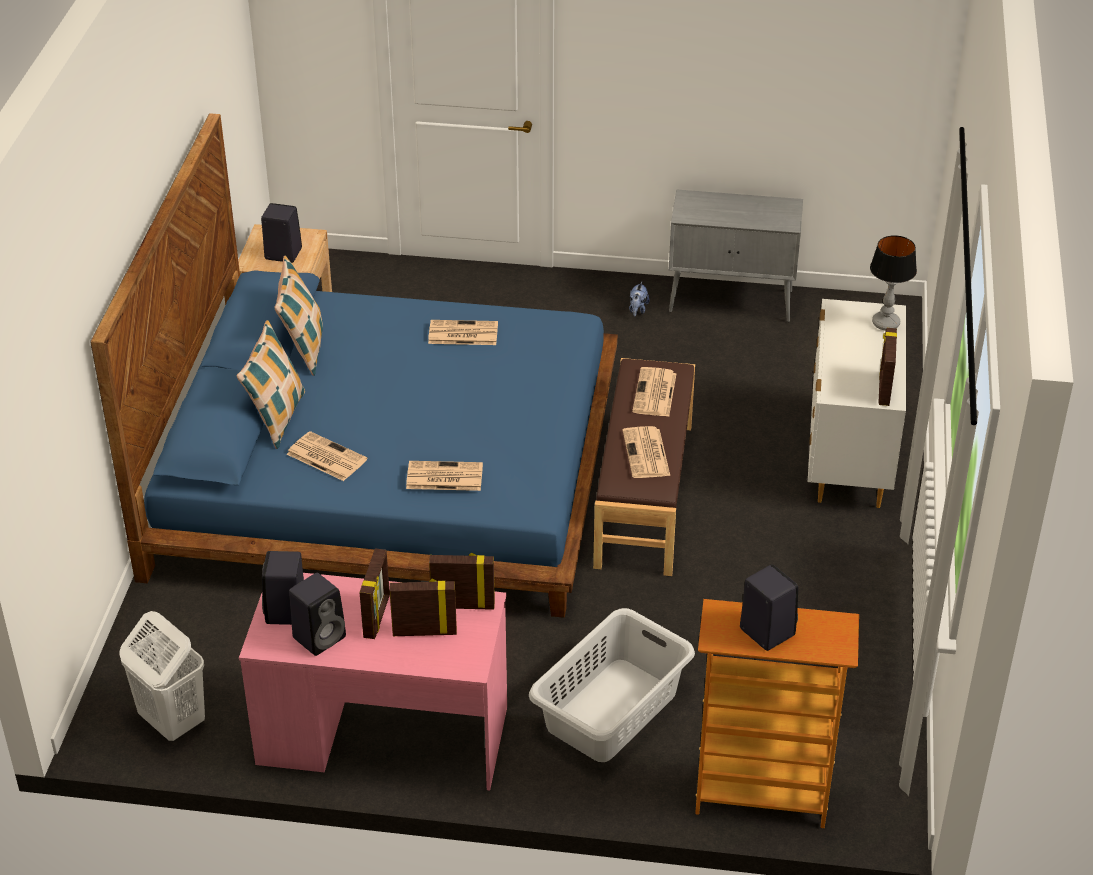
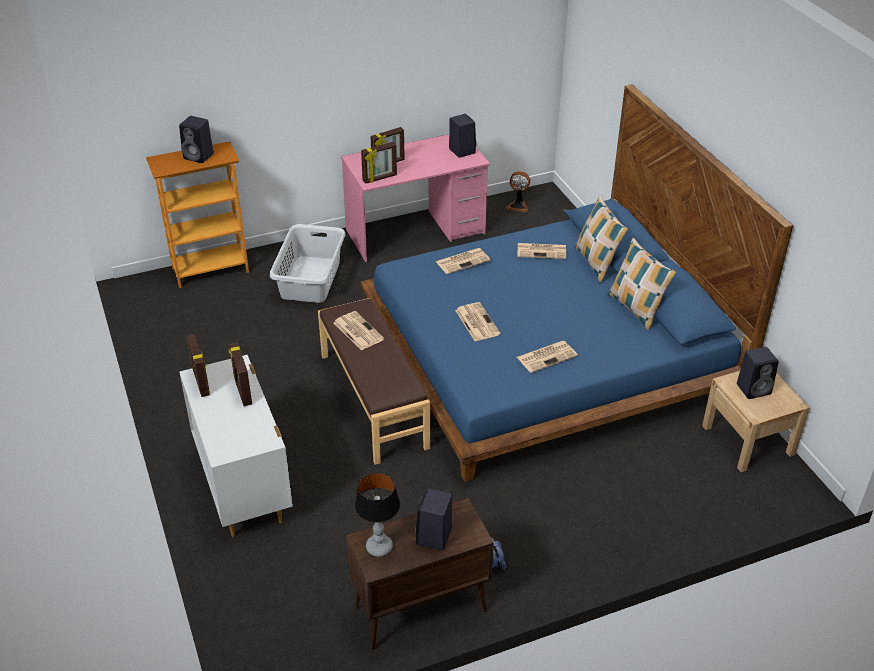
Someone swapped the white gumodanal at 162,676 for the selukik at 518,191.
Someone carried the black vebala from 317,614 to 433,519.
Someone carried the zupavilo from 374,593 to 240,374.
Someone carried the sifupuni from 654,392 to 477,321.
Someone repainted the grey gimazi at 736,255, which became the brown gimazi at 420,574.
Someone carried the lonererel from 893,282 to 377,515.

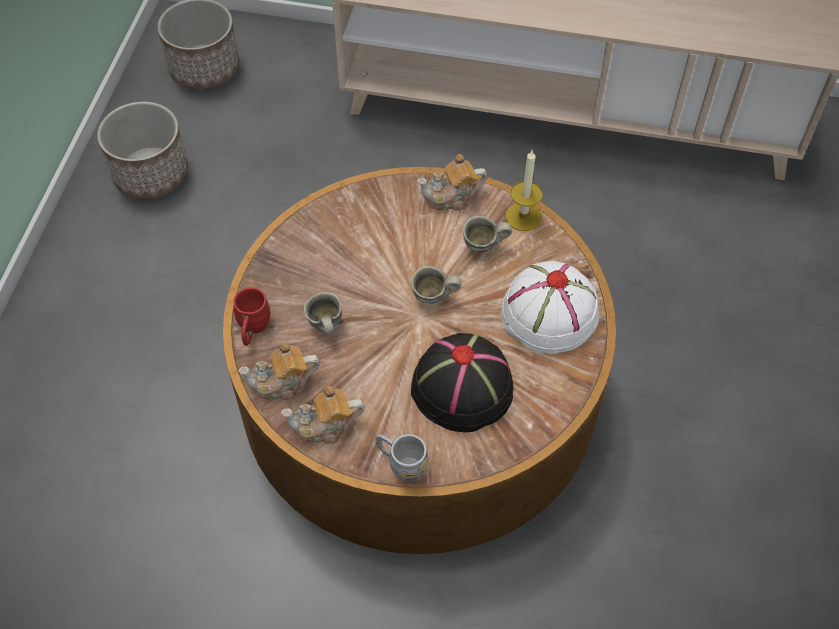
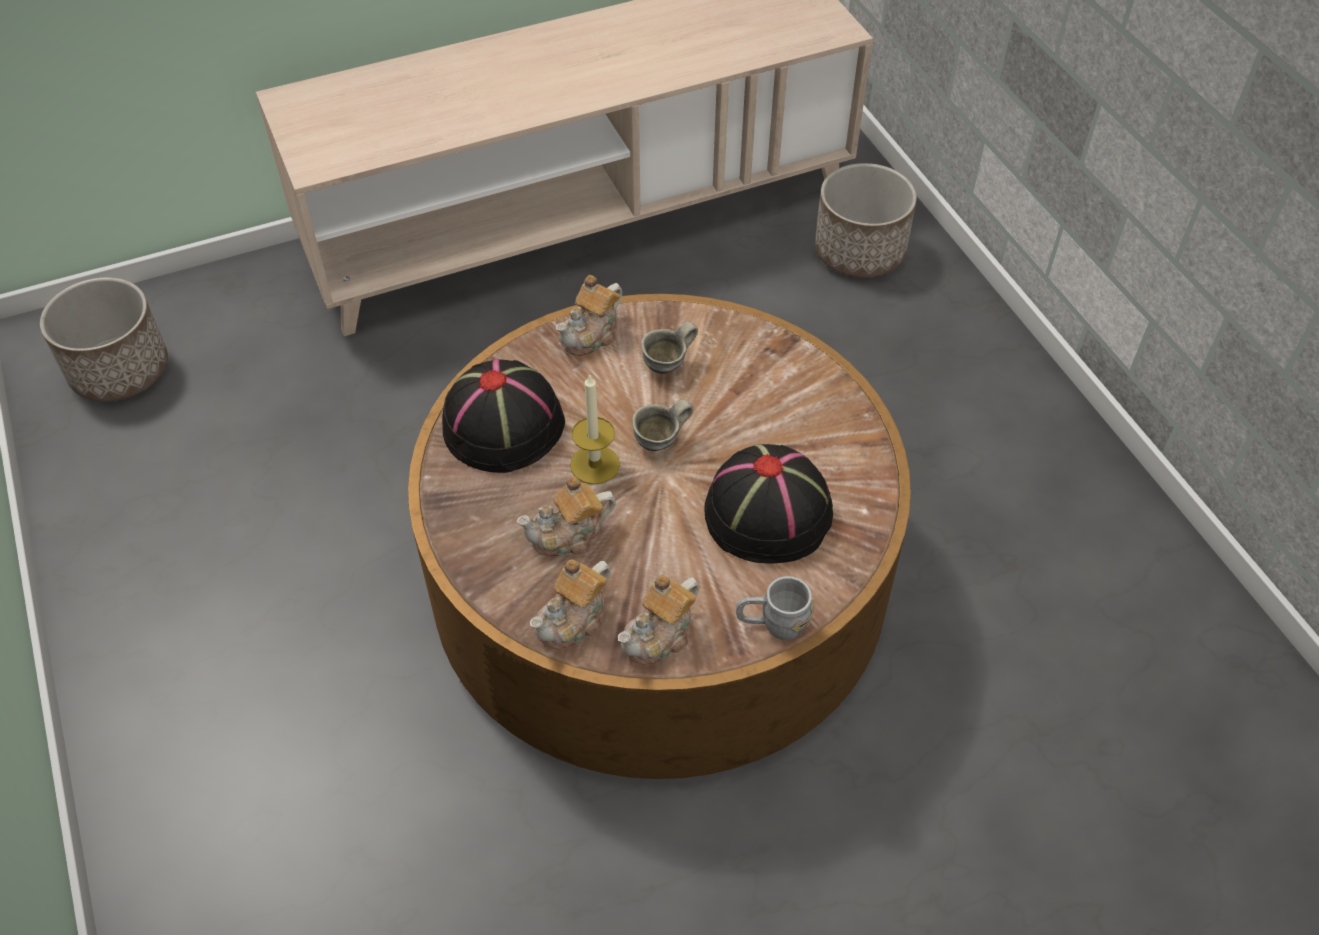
Someone carried the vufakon from 142,150 to 866,220.
Someone took away the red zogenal at 252,316.
Someone swapped the grey zogenal at 323,313 for the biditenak at 566,516.
Someone took away the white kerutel at 550,307.
Someone carried the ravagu from 524,190 to 595,429.
Someone put down the black kerutel at 503,416.

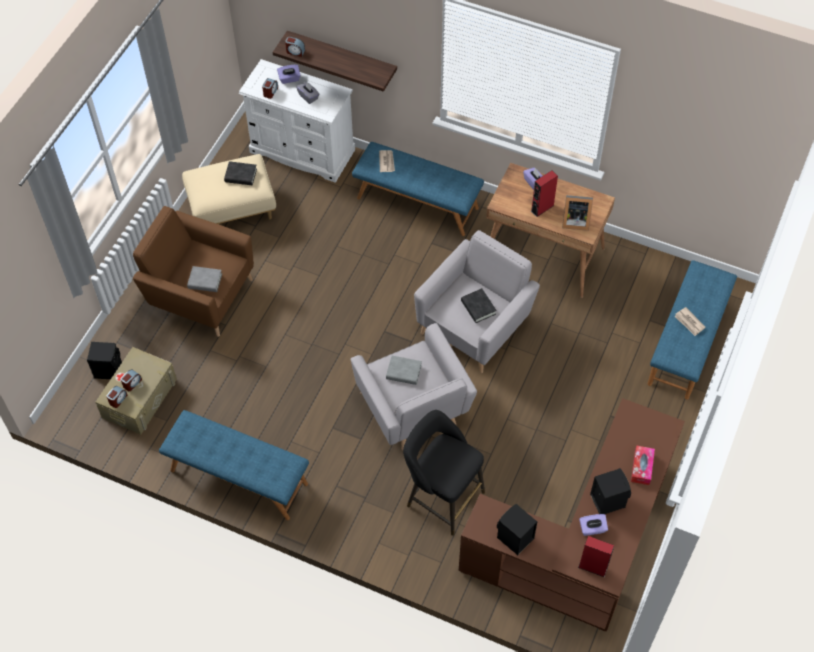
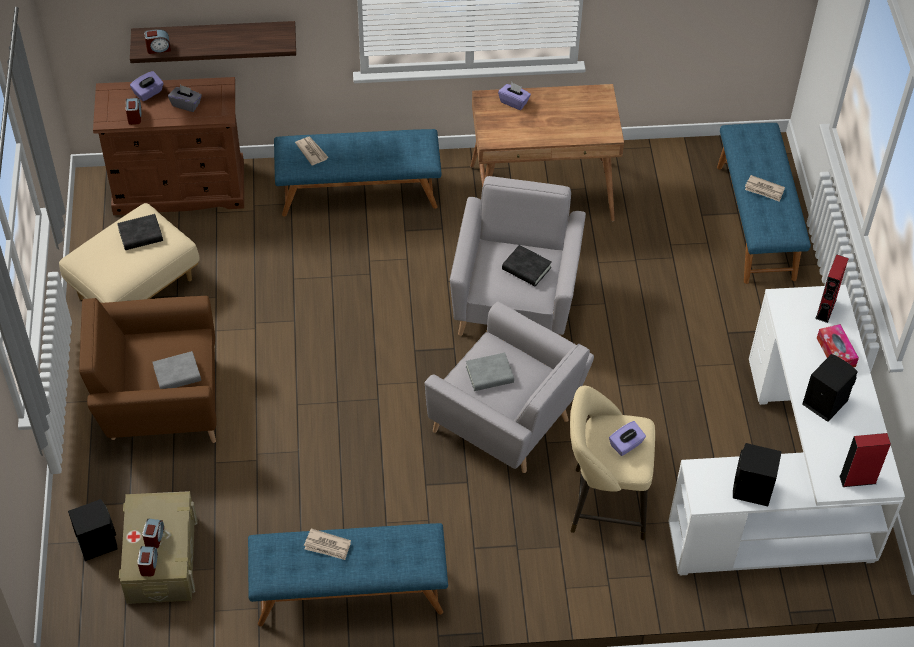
Someone repainted the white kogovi at 297,121, which became the brown kogovi at 168,146.
Someone repainted the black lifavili at 444,473, which became the beige lifavili at 612,463.
Someone repainted the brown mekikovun at 571,515, which became the white mekikovun at 787,430.
Someone carried the red vebala from 544,193 to 832,288.
Someone took away the zupavilo at 577,213.
Someone carried the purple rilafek from 593,525 to 627,438.
Someone put down the sifupuni at 327,544.

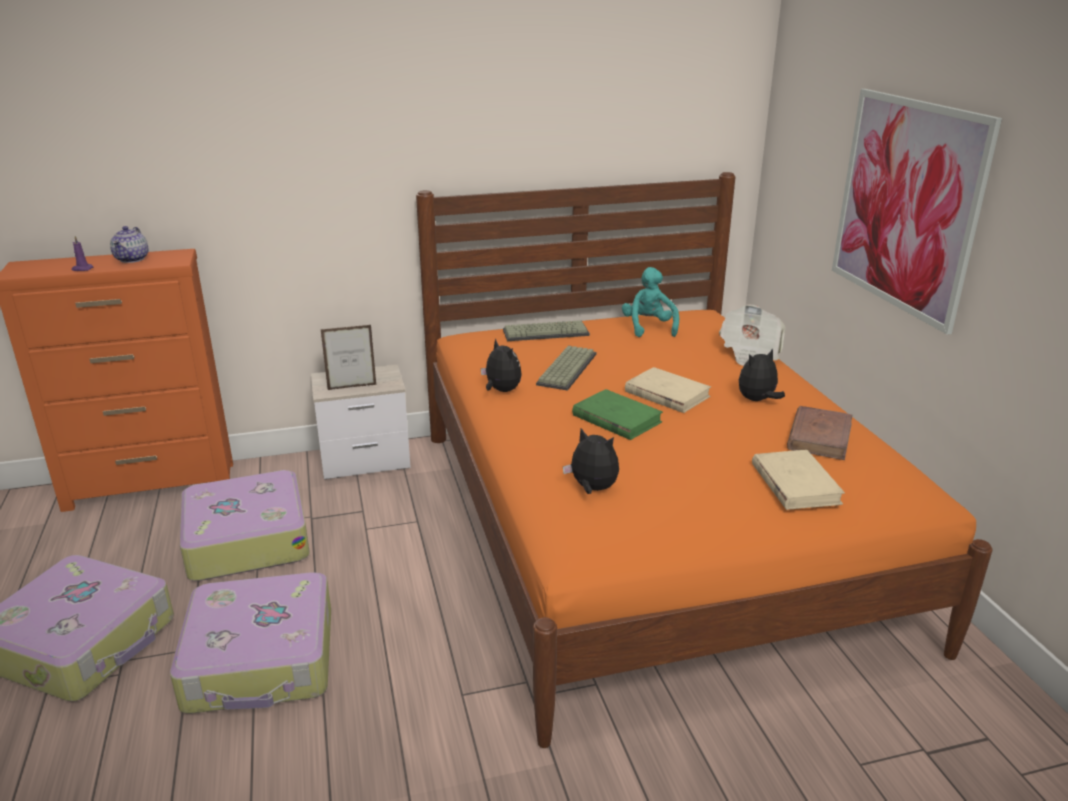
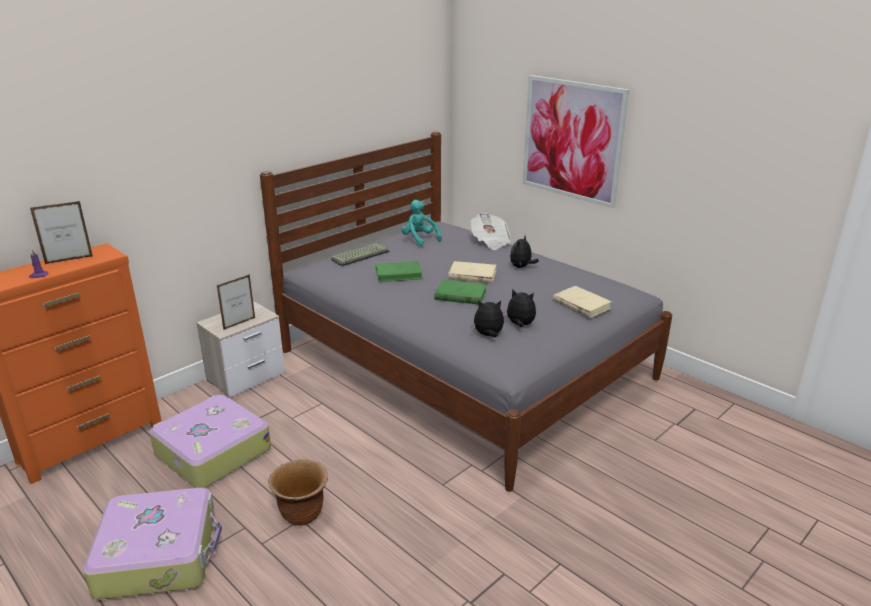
Someone swapped the biditenak at 129,244 for the zupavilo at 61,232.
Someone swapped the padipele at 250,643 for the brown vufakon at 298,493.
Someone repainted the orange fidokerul at 704,460, which became the grey fidokerul at 466,311.
Someone carried the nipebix from 501,365 to 519,308.
Someone swapped the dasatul at 566,368 for the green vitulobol at 399,271.
Someone took away the brown vitulobol at 819,433.

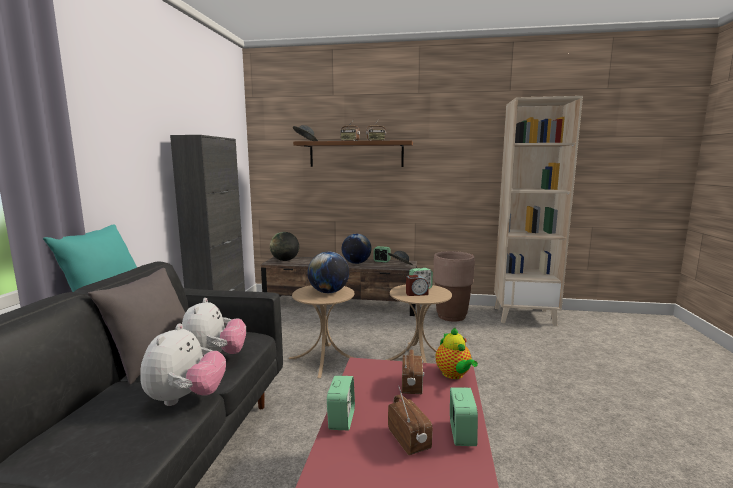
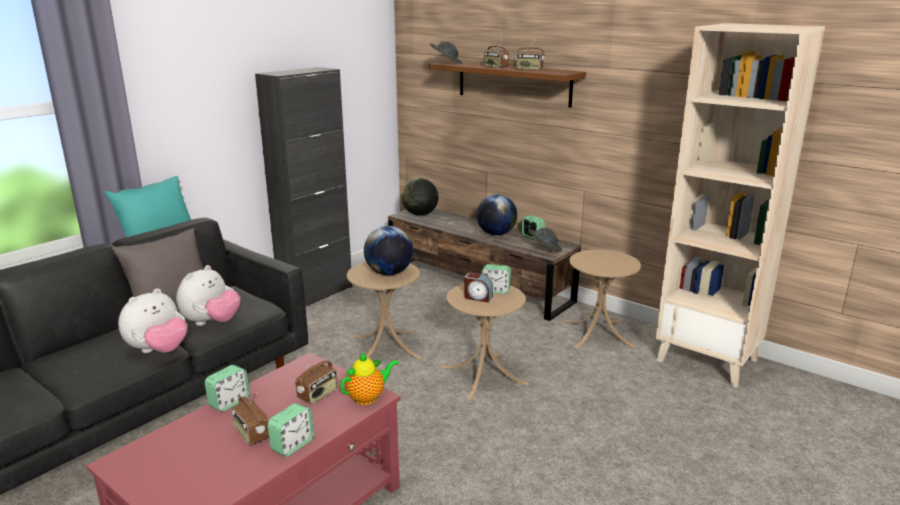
Someone rotated the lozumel at 410,421 by 135 degrees clockwise.
Someone swapped the brown vufakon at 454,286 for the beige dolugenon at 602,299.
Someone rotated the biditenak at 457,353 by 135 degrees counterclockwise.

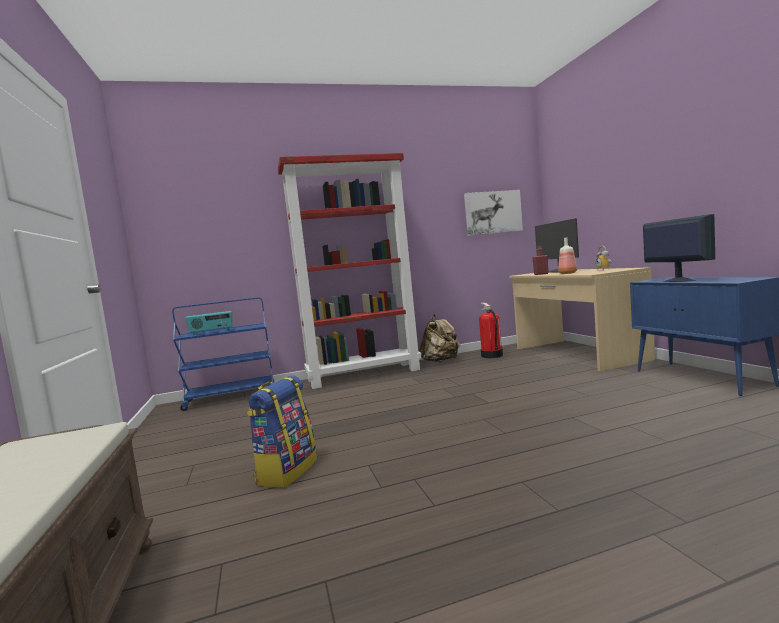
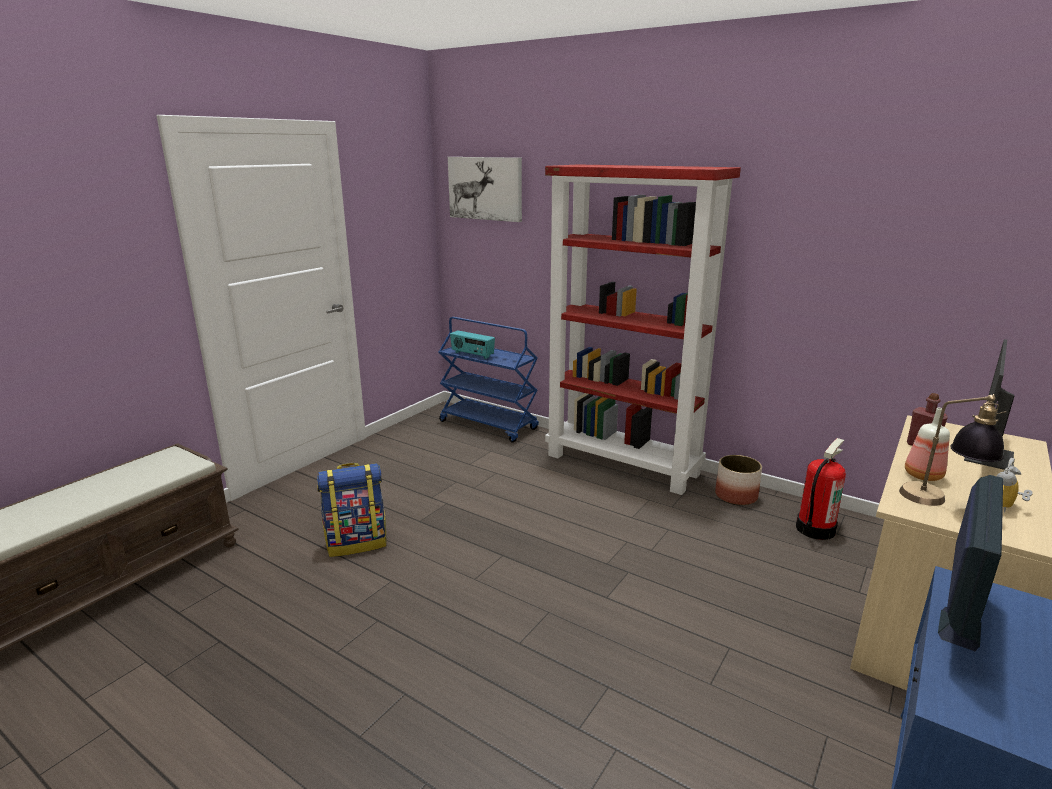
Someone swapped the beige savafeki at 440,338 for the vufakon at 738,480.
Someone carried the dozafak from 493,213 to 485,189.
Someone put down the lonererel at 953,450.

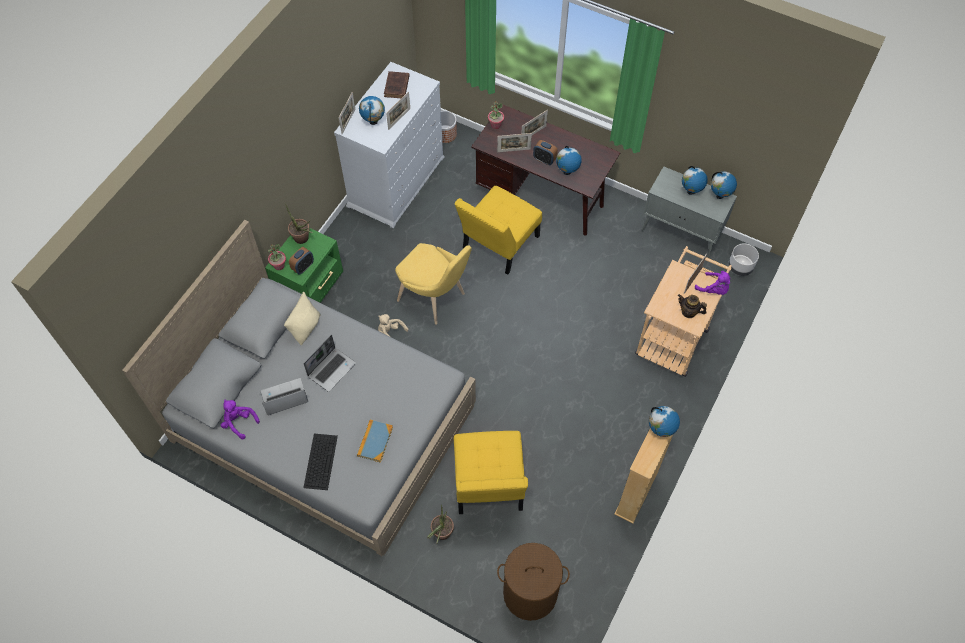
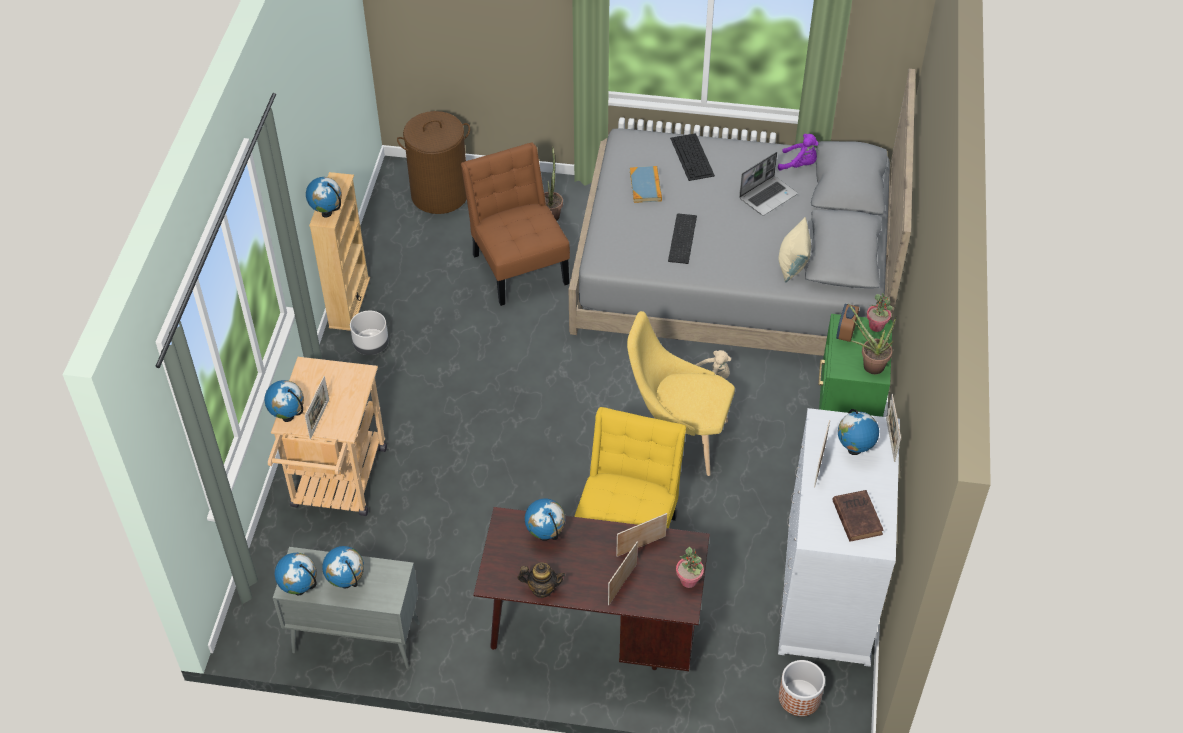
Someone took away the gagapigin at 330,363.
Someone repainted the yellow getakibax at 491,472, which became the brown getakibax at 515,224.
Someone took away the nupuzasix at 545,152.
Someone carried the biditenak from 692,306 to 541,580.
Someone swapped the purple nipebix at 712,283 for the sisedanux at 284,401.
Someone carried the grey vufakon from 743,259 to 369,333.
Someone put down the dasatul at 682,239.

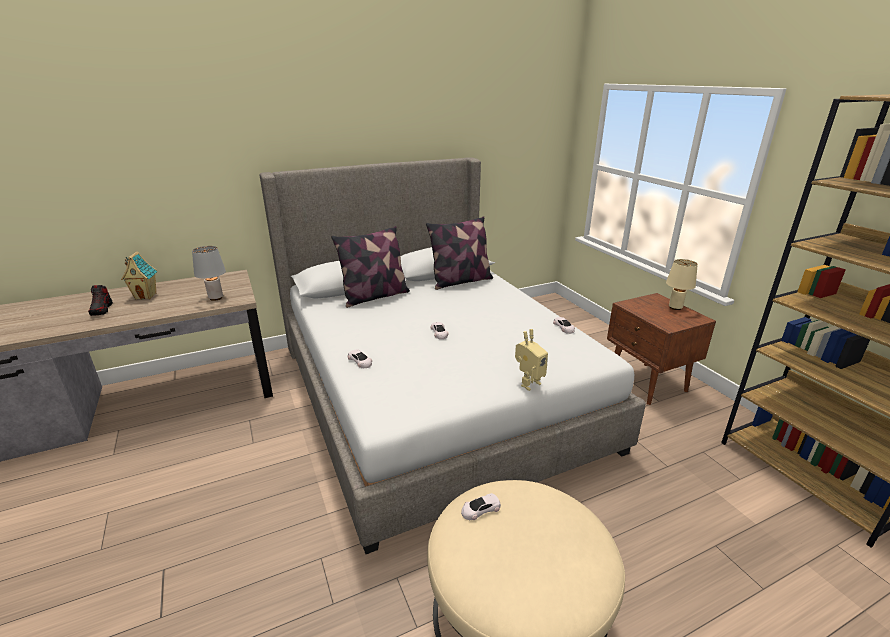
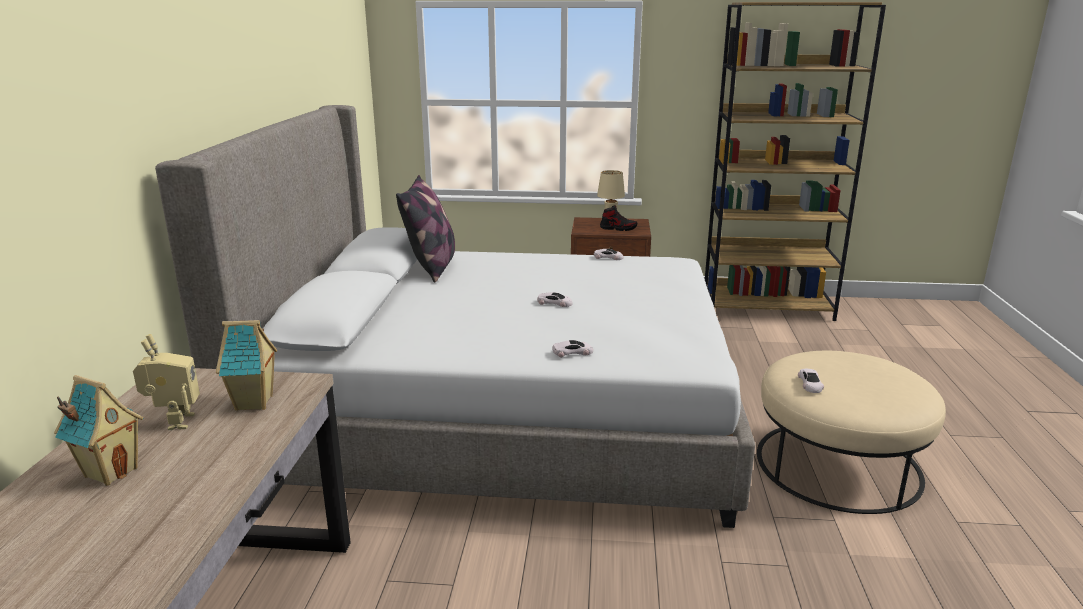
Someone carried the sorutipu from 100,300 to 618,218.
Someone swapped the grey lonererel at 209,273 for the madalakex at 246,365.
Someone took away the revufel at 371,267.
Someone carried the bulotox from 531,360 to 166,382.

